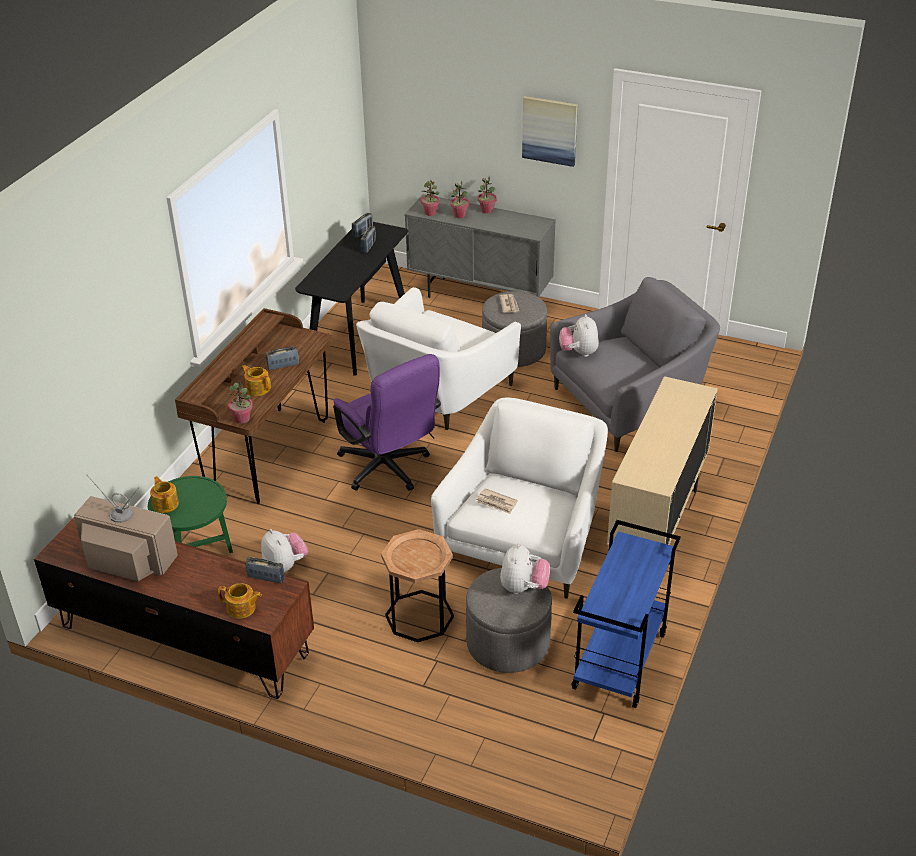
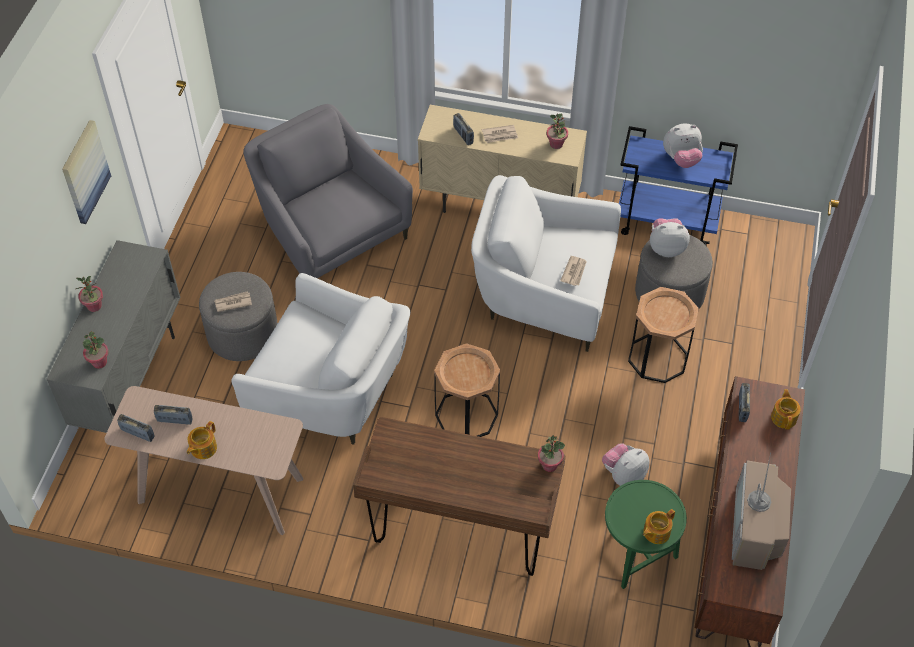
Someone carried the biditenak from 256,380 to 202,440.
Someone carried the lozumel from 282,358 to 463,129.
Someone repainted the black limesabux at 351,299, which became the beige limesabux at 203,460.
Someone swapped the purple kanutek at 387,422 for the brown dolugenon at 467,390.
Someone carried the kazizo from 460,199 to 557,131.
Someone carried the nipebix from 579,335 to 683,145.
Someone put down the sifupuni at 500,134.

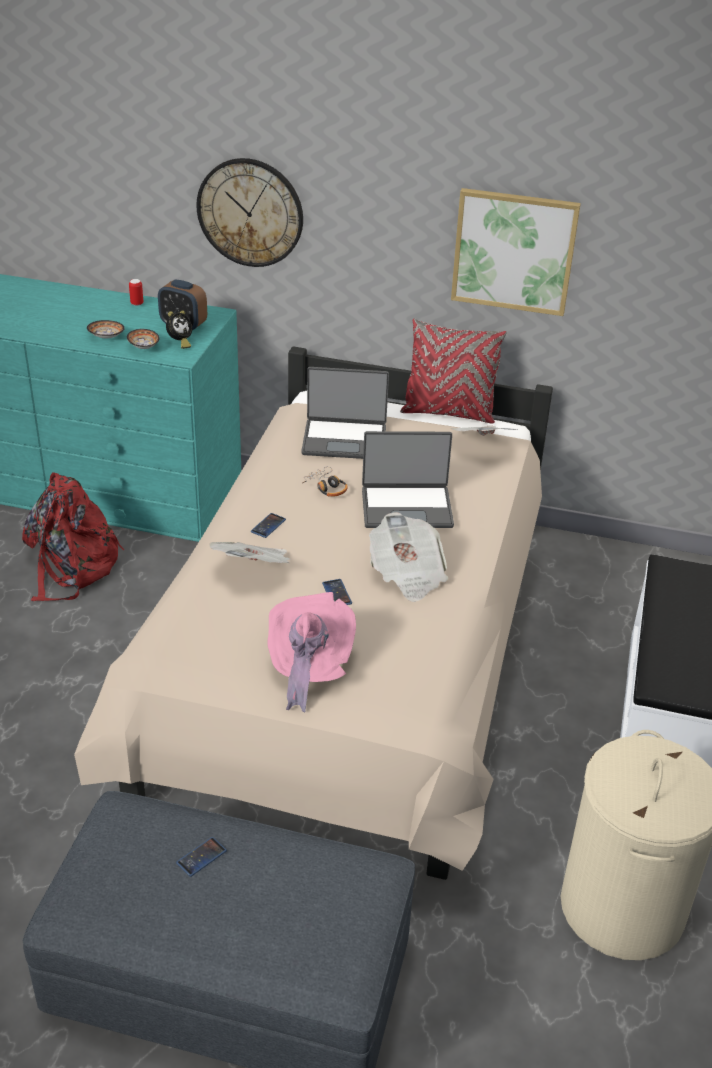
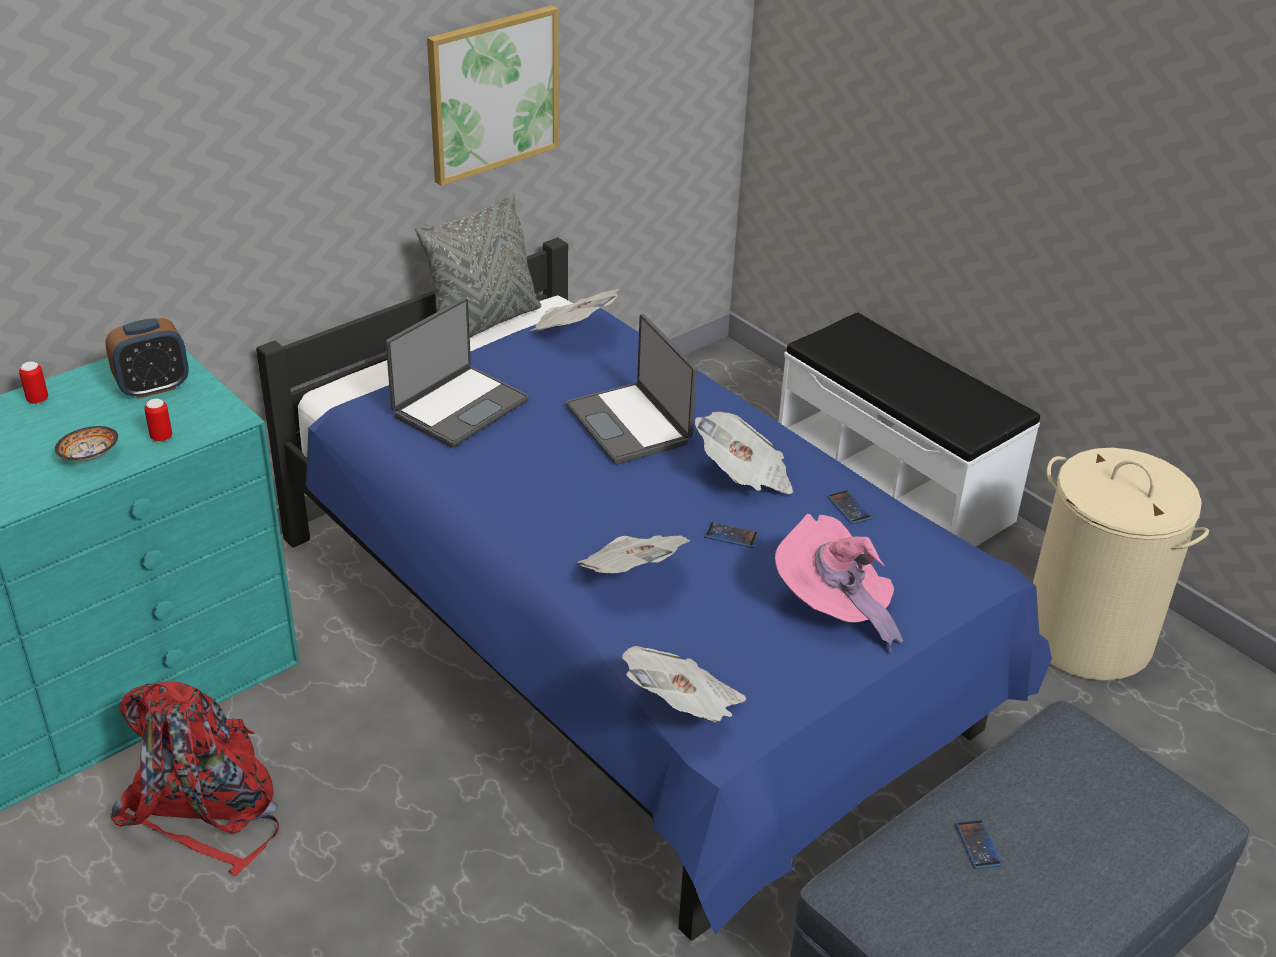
Someone repainted the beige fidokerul at 313,613, which became the blue fidokerul at 654,589.
Someone swapped the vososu at 143,339 for the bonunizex at 158,420.
Someone took away the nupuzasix at 179,330.
Someone took away the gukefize at 249,212.
Someone carried the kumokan from 268,525 to 850,507.
Someone took away the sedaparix at 325,482.
Someone rotated the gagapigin at 408,479 by 120 degrees clockwise.
Someone repainted the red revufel at 453,371, which became the grey revufel at 478,265.
Someone put down the sifupuni at 684,684.

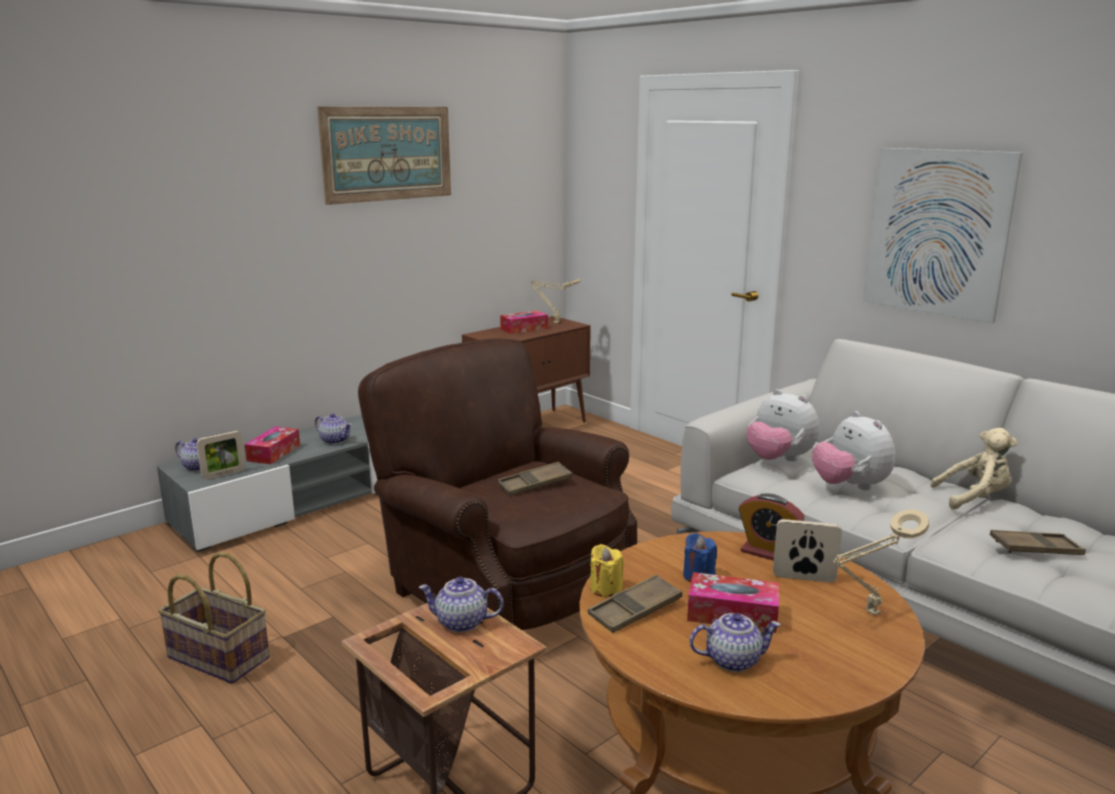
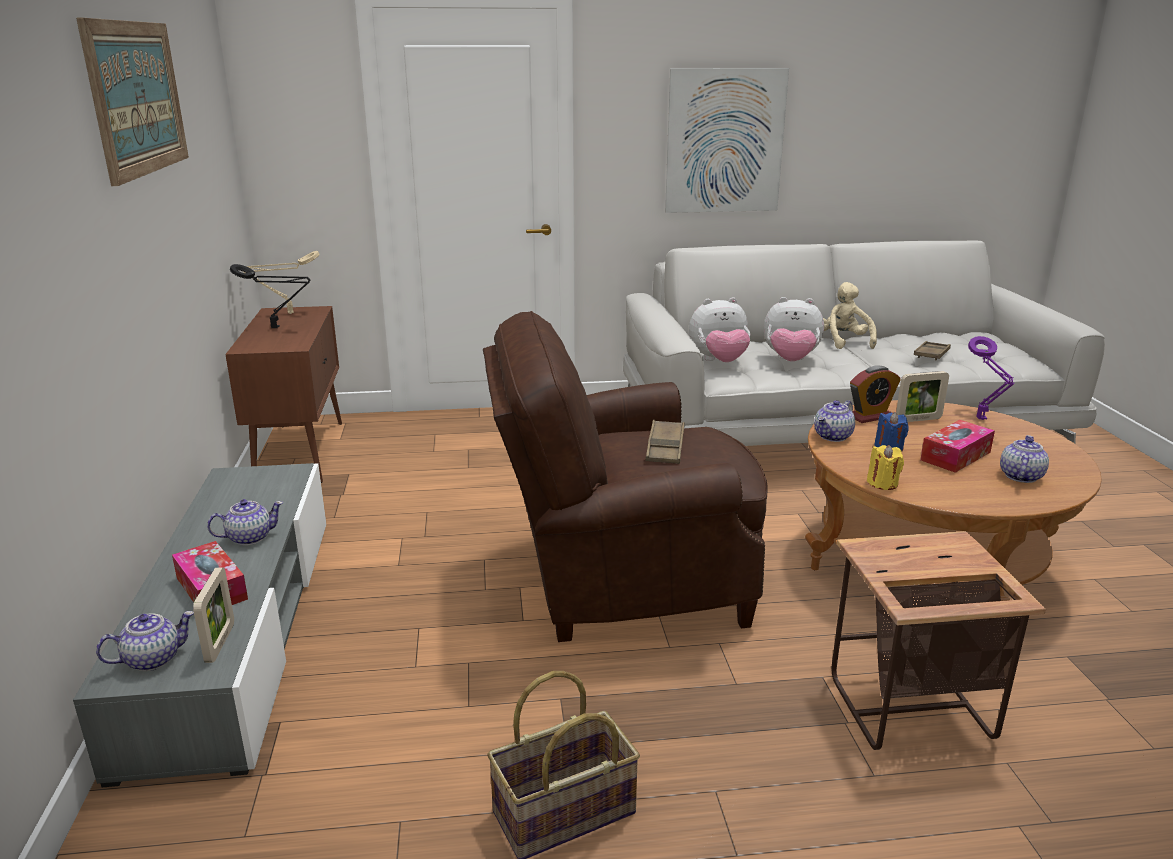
Someone carried the biditenak from 461,604 to 834,421.
Someone swapped the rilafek at 524,322 for the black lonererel at 270,296.
Someone took away the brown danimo at 635,603.
Someone rotated the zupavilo at 807,550 by 150 degrees counterclockwise.
Someone repainted the beige lonererel at 880,562, which became the purple lonererel at 991,378.
Someone rotated the beige nipebix at 974,469 by 45 degrees counterclockwise.

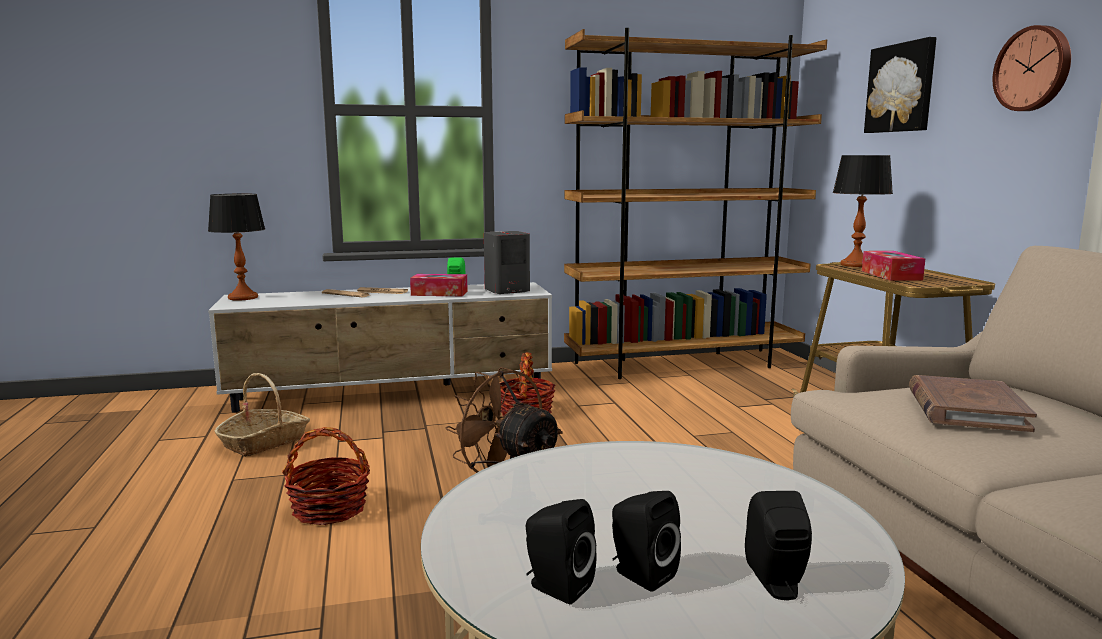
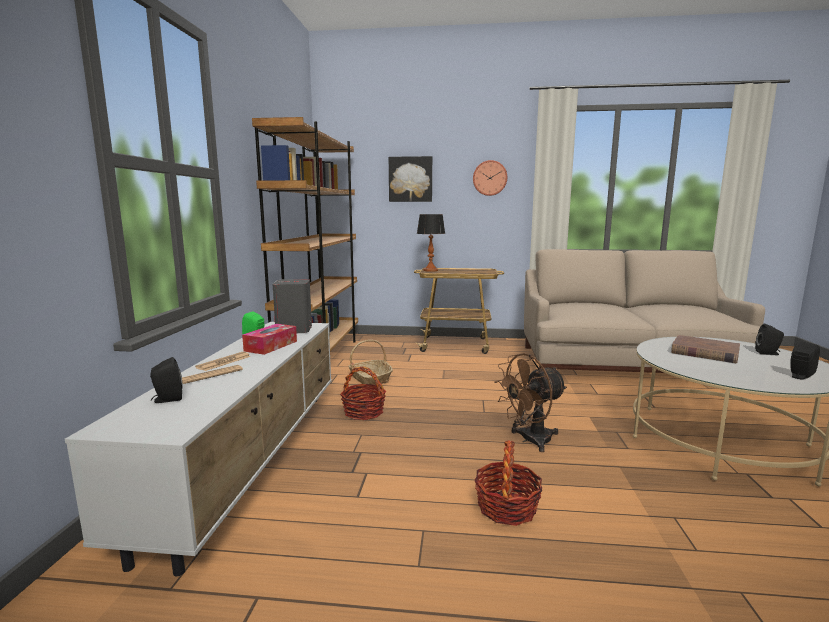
Someone took away the lonererel at 236,247.
Someone carried the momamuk from 262,415 to 370,362.
Someone carried the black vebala from 646,541 to 166,380.
Someone took away the rilafek at 893,266.
Someone carried the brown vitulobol from 973,403 to 705,349.

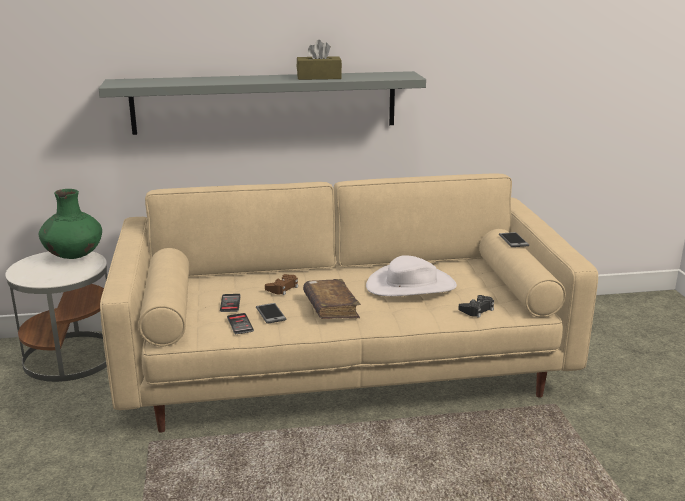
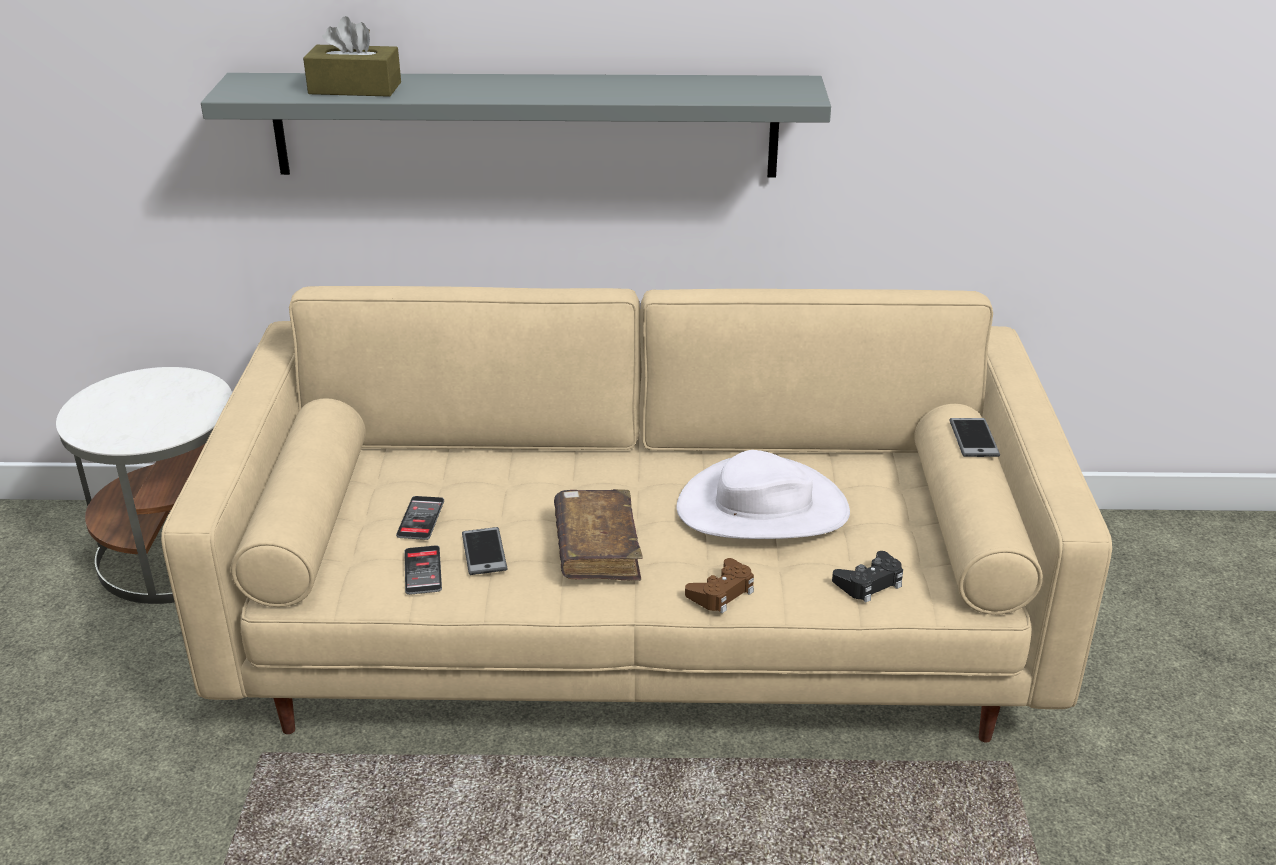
Someone took away the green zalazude at 70,224.
Someone carried the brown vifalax from 281,284 to 719,585.
Someone carried the brown rilafek from 319,60 to 352,56.

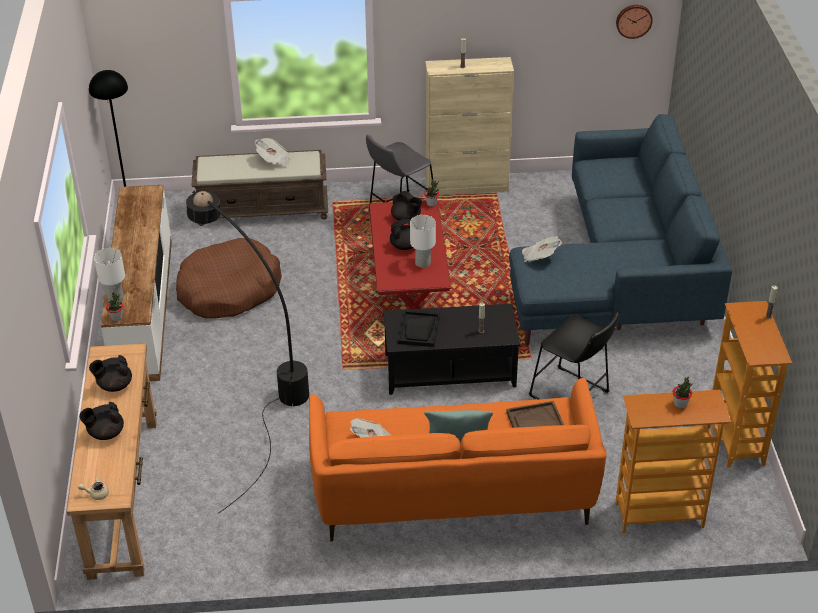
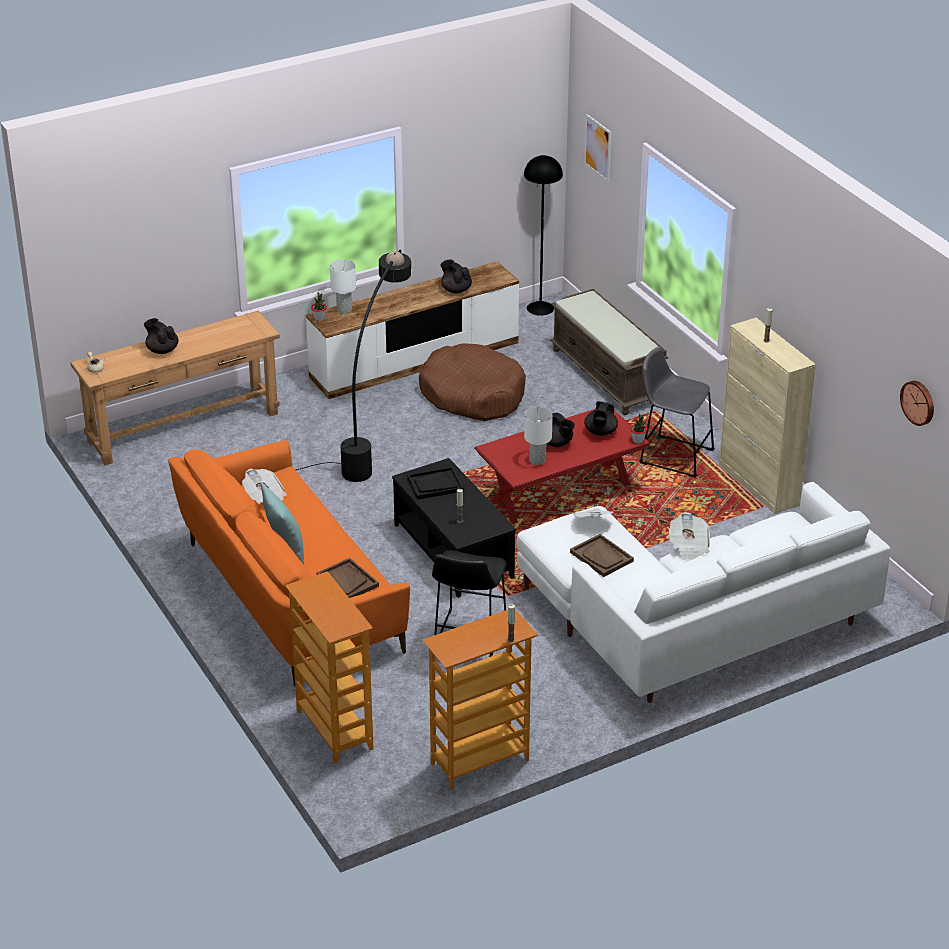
Someone carried the black biditenak from 110,373 to 456,276.
Someone carried the sifupuni from 272,152 to 689,536.
Someone repainted the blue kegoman at 620,229, which became the white kegoman at 704,592.
Someone took away the kazizo at 683,392.
Someone put down the brown danimo at 602,555.
Someone put up the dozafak at 597,148.

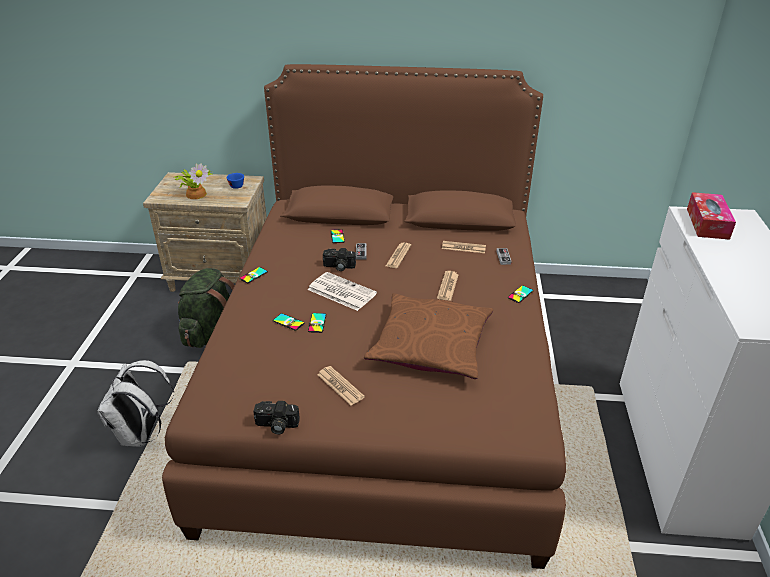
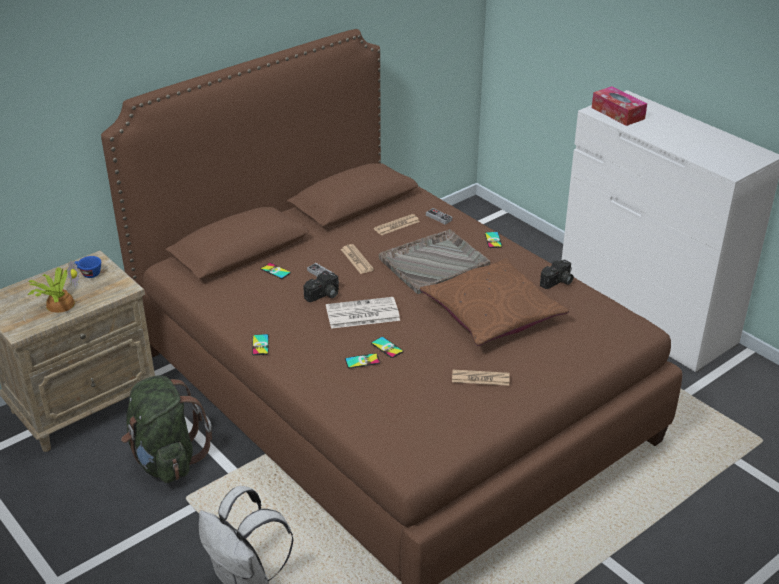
Someone carried the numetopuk from 276,418 to 557,274.
Someone swapped the sifupuni at 447,286 for the grey danimo at 434,261.

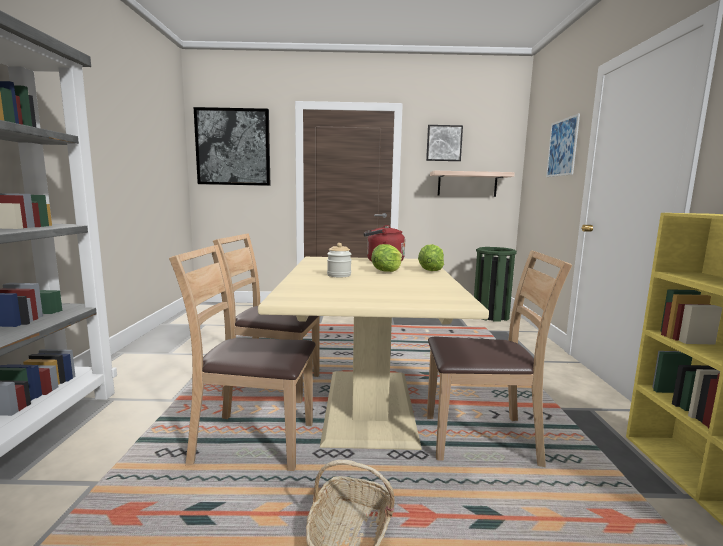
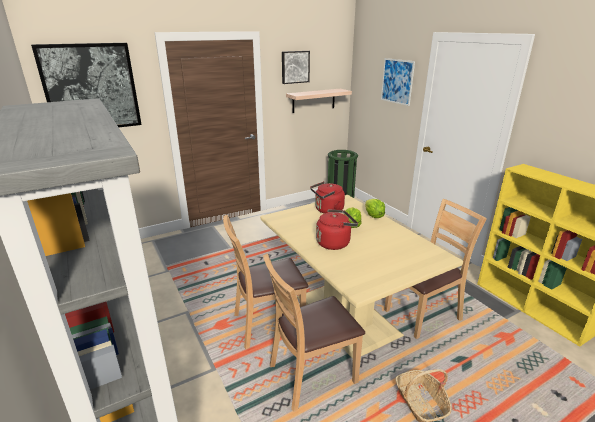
Someone swapped the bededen at 339,260 for the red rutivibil at 337,229.

